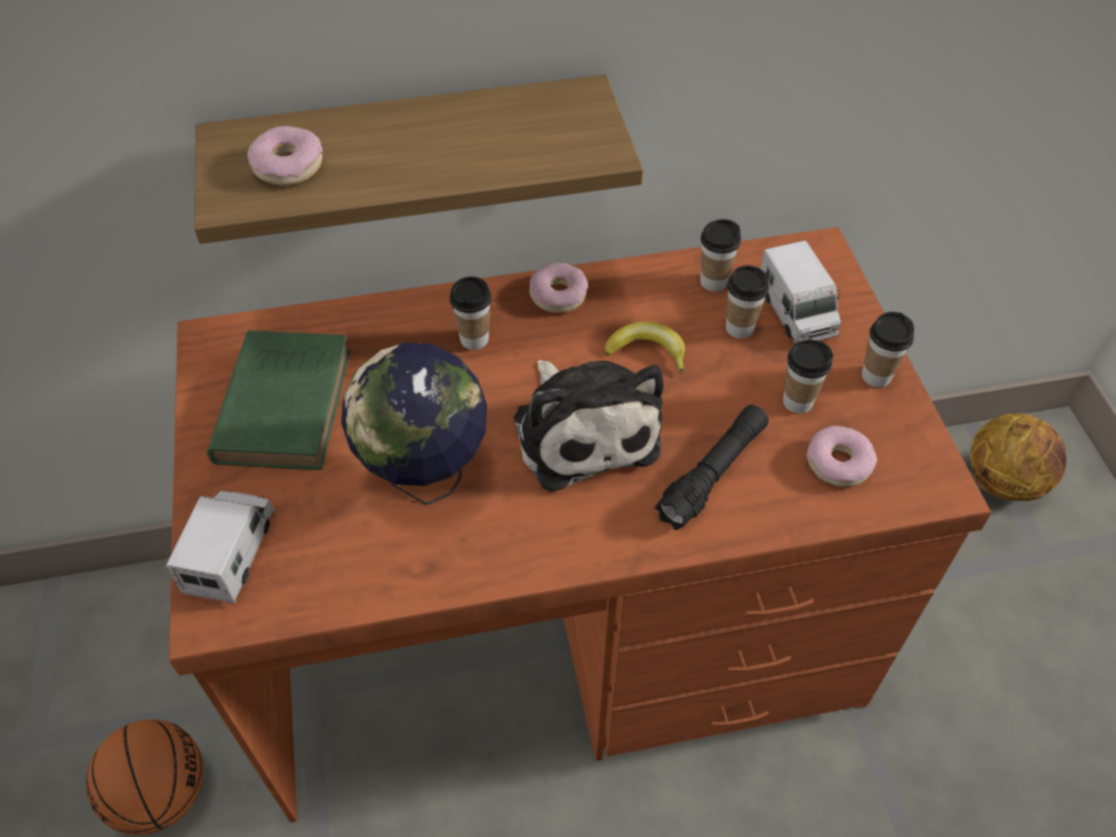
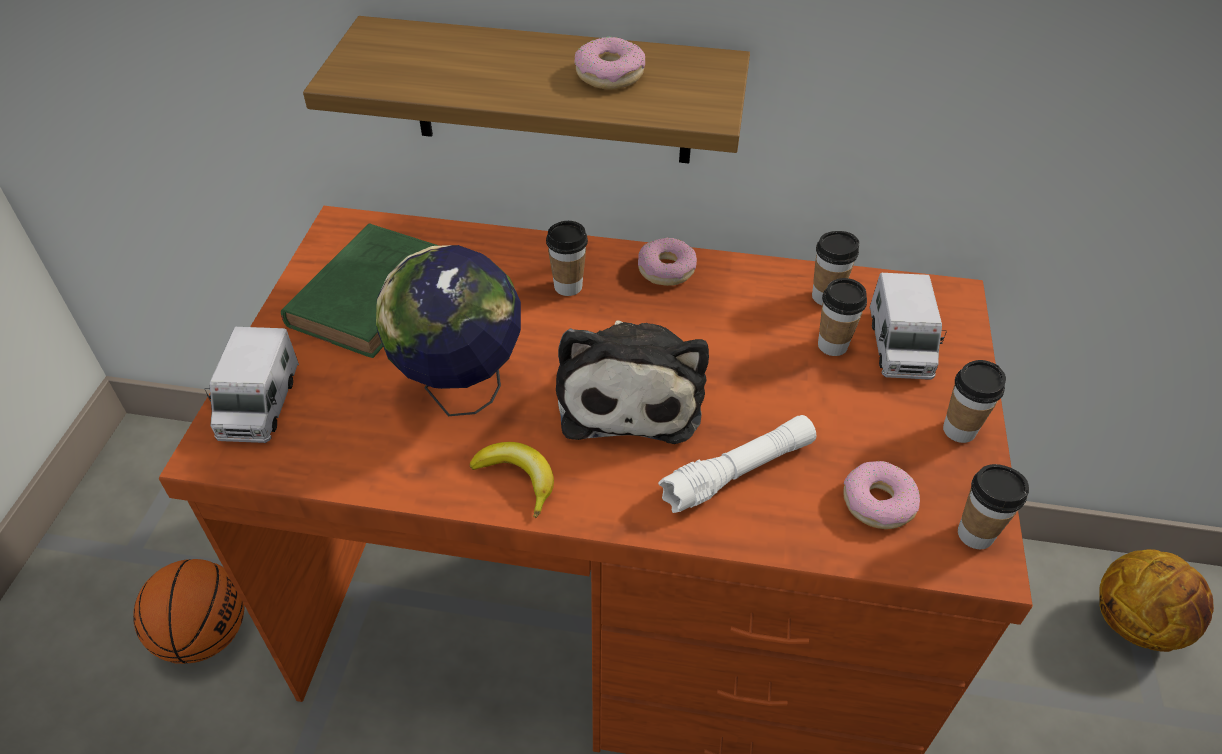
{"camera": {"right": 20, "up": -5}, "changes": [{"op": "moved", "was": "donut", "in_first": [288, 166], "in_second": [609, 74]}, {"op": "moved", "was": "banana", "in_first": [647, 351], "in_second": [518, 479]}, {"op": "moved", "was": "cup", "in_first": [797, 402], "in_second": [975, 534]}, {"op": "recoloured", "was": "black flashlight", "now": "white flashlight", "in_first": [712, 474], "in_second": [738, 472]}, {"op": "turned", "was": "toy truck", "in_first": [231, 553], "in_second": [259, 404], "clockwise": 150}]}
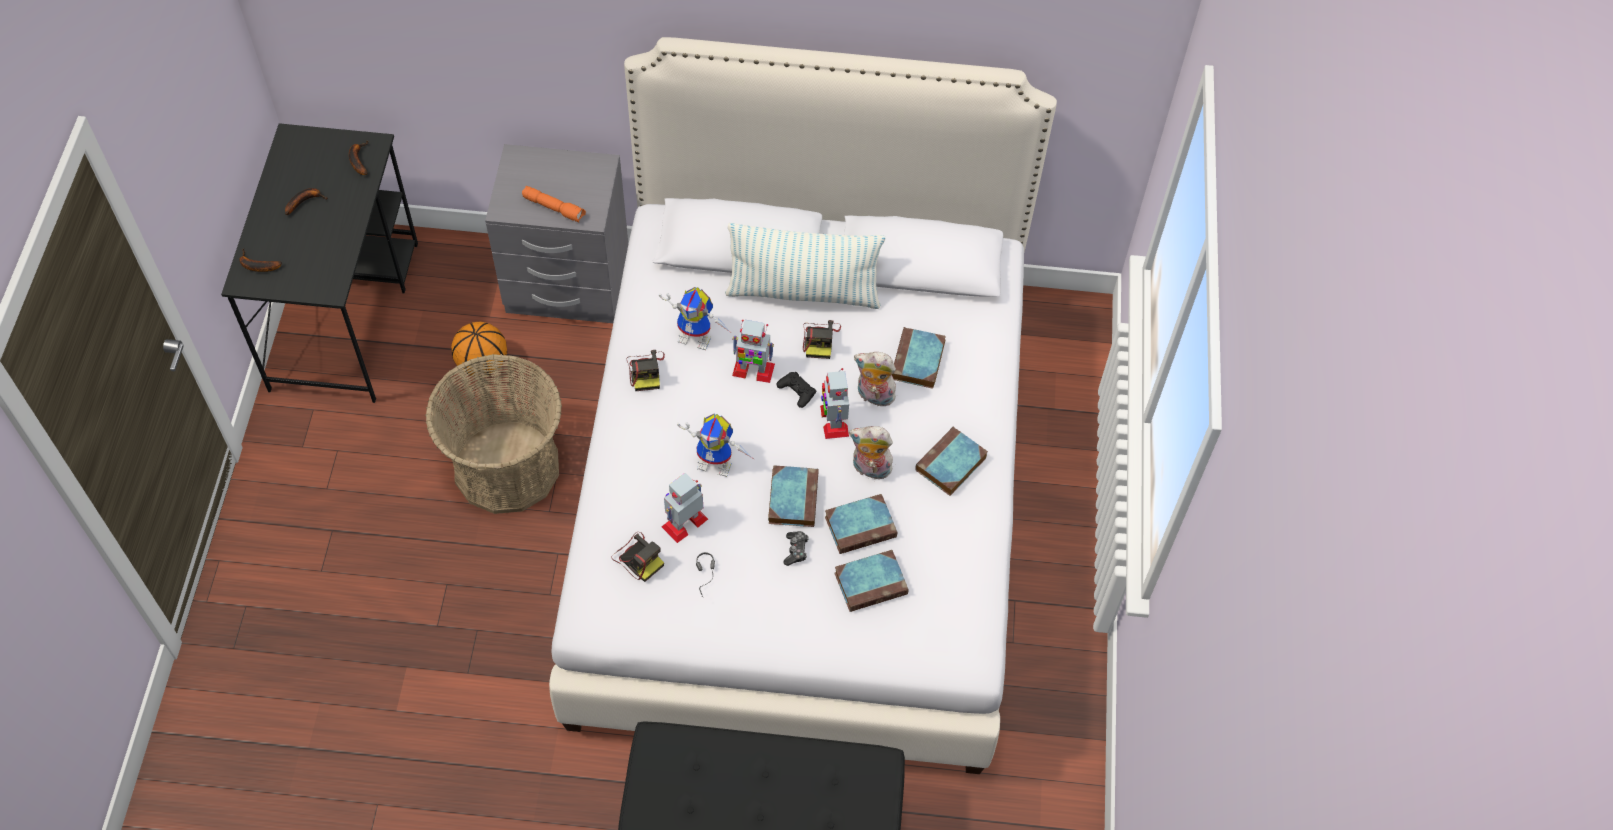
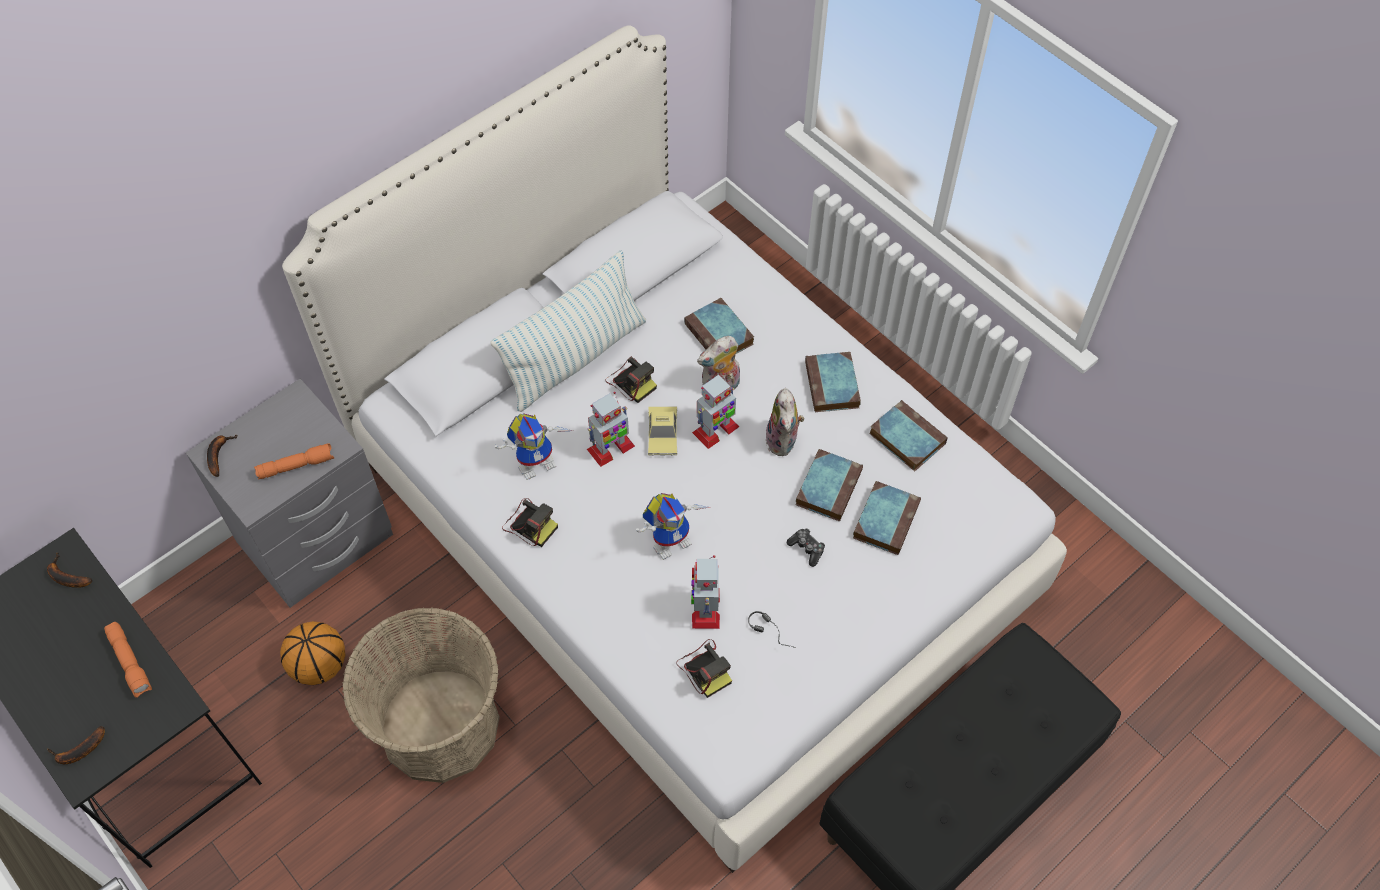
{"camera": {"right": -45, "up": 0}, "changes": [{"op": "added", "now": "orange flashlight", "in_second": [131, 662]}, {"op": "moved", "was": "banana", "in_first": [305, 201], "in_second": [218, 454]}, {"op": "moved", "was": "book", "in_first": [793, 497], "in_second": [905, 438]}, {"op": "replaced", "was": "black game controller", "now": "toy car", "in_first": [796, 391], "in_second": [662, 434]}, {"op": "turned", "was": "photo camera", "in_first": [638, 558], "in_second": [705, 669], "clockwise": 60}, {"op": "turned", "was": "toy robot", "in_first": [834, 420], "in_second": [715, 430], "clockwise": -75}, {"op": "turned", "was": "plush toy", "in_first": [870, 469], "in_second": [783, 441], "clockwise": -60}]}
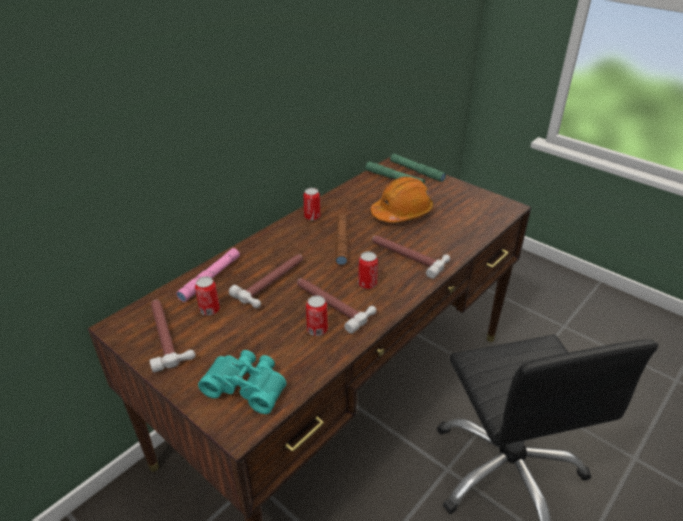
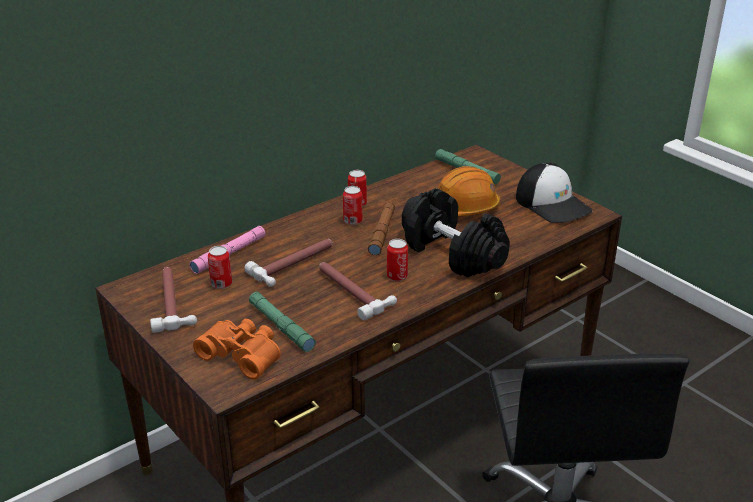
{"camera": {"right": 10, "up": -5}, "changes": [{"op": "added", "now": "cap", "in_second": [553, 204]}, {"op": "moved", "was": "can", "in_first": [317, 330], "in_second": [352, 221]}, {"op": "moved", "was": "green flashlight", "in_first": [416, 171], "in_second": [281, 326]}, {"op": "replaced", "was": "hammer", "now": "black dumbbell", "in_first": [407, 256], "in_second": [452, 253]}, {"op": "recoloured", "was": "turquoise binoculars", "now": "orange binoculars", "in_first": [247, 386], "in_second": [243, 354]}]}
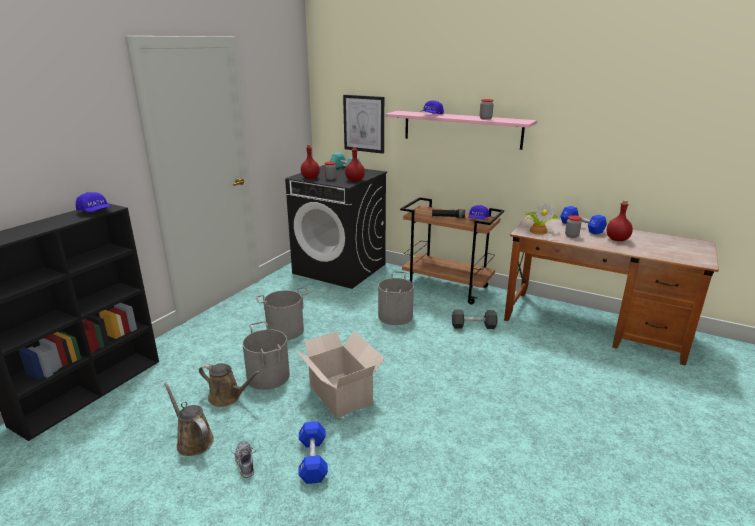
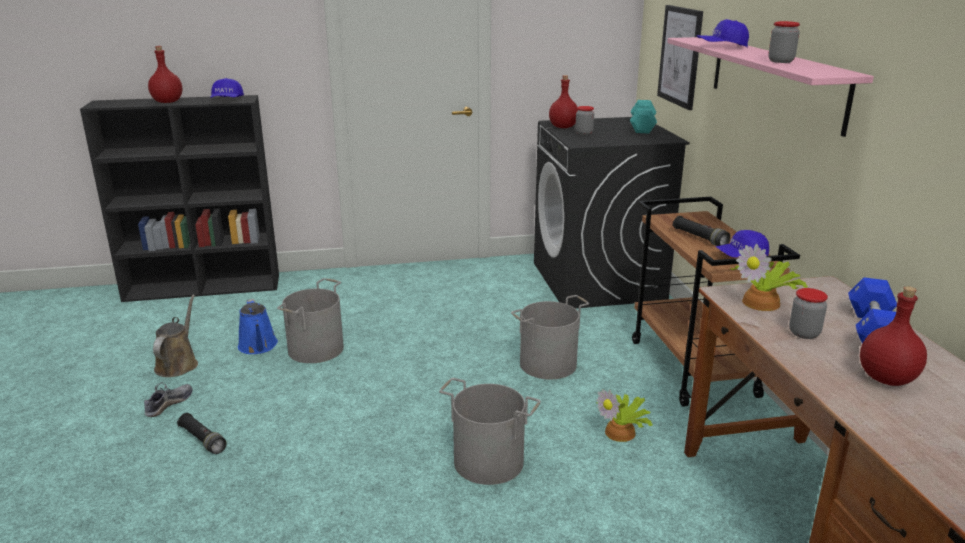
{"camera": {"right": 50, "up": 0}, "changes": [{"op": "removed", "was": "cardboard box", "in_first": [340, 393]}, {"op": "moved", "was": "grey bucket", "in_first": [285, 331], "in_second": [488, 462]}, {"op": "moved", "was": "red bottle", "in_first": [354, 180], "in_second": [167, 102]}, {"op": "replaced", "was": "blue dumbbell", "now": "black flashlight", "in_first": [313, 460], "in_second": [202, 440]}, {"op": "replaced", "was": "black dumbbell", "now": "potted plant", "in_first": [473, 326], "in_second": [622, 432]}, {"op": "recoloured", "was": "brown watering can", "now": "blue watering can", "in_first": [227, 397], "in_second": [258, 347]}]}
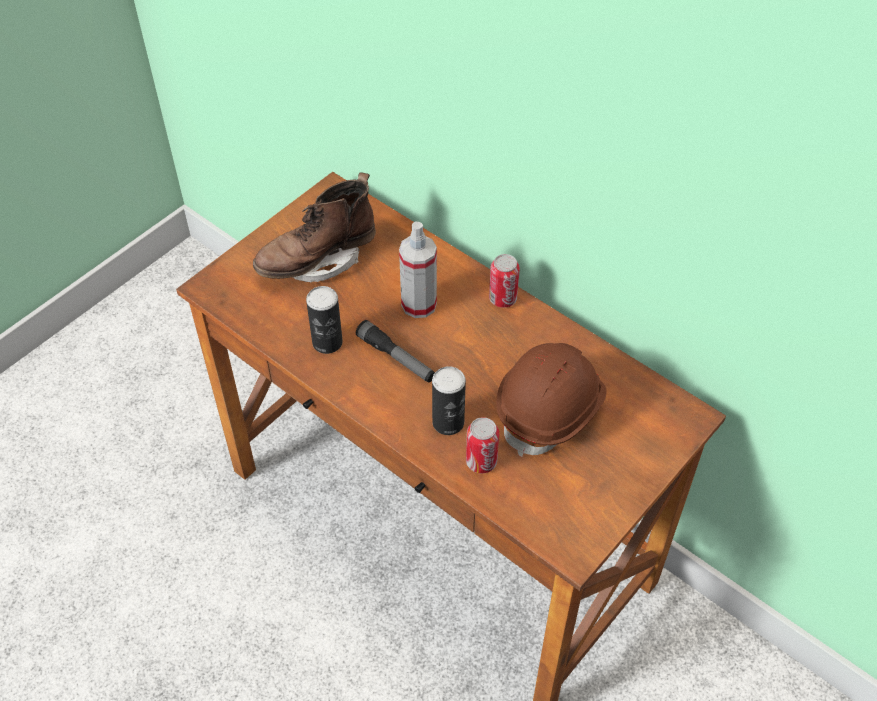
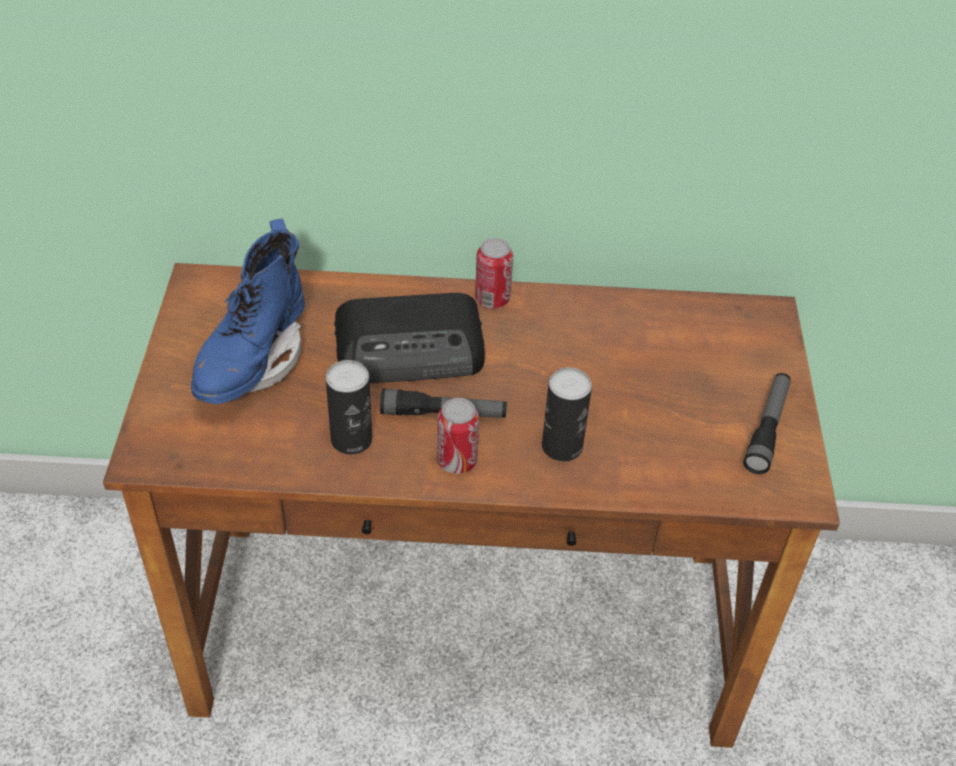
{"camera": {"right": -40, "up": -5}, "changes": [{"op": "removed", "was": "brown hard hat", "in_first": [551, 410]}, {"op": "added", "now": "flashlight", "in_second": [767, 428]}, {"op": "moved", "was": "can", "in_first": [481, 462], "in_second": [457, 461]}, {"op": "replaced", "was": "spray bottle", "now": "radio", "in_first": [419, 304], "in_second": [412, 348]}, {"op": "recoloured", "was": "brown boot", "now": "blue boot", "in_first": [318, 261], "in_second": [253, 361]}]}
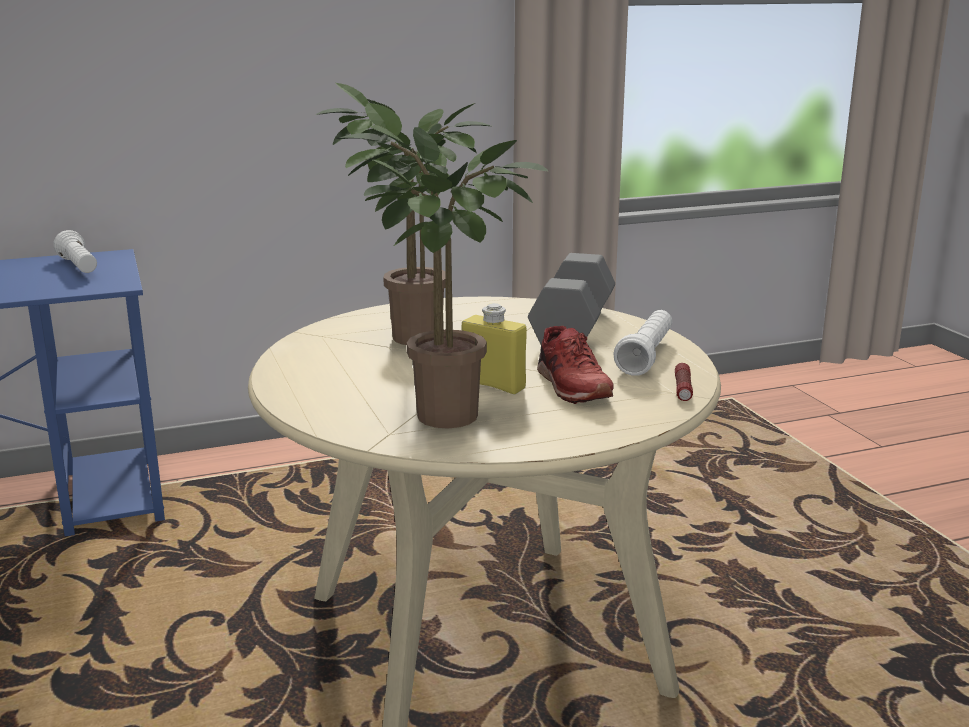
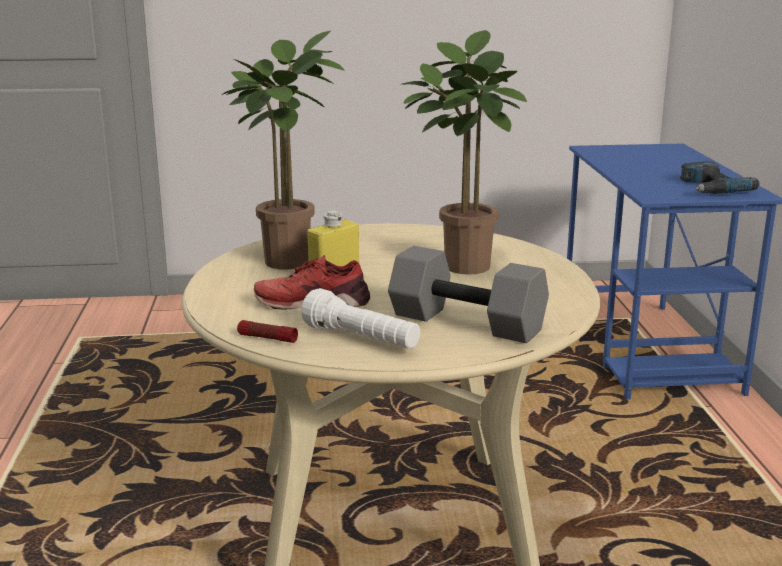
{"camera": {"right": 105, "up": 0}, "changes": [{"op": "replaced", "was": "white flashlight", "now": "power drill", "in_first": [79, 267], "in_second": [709, 187]}]}
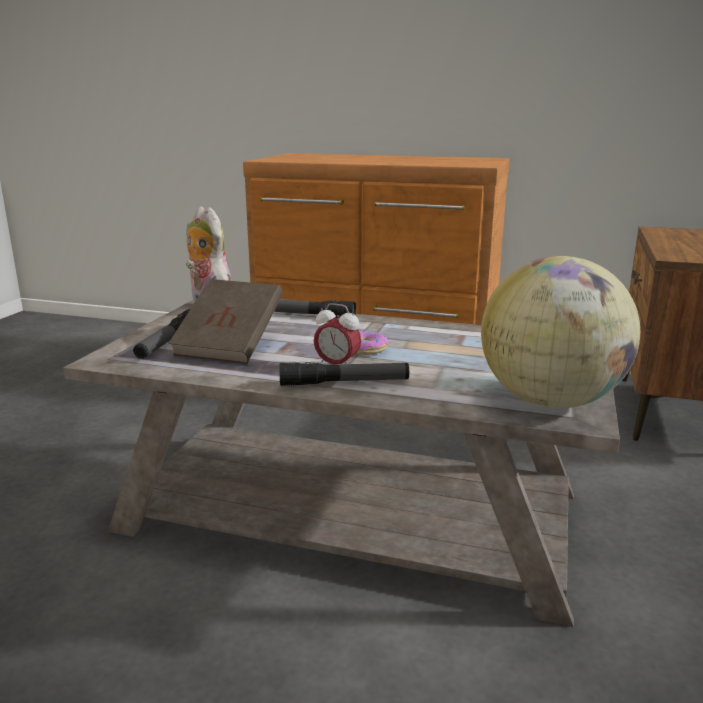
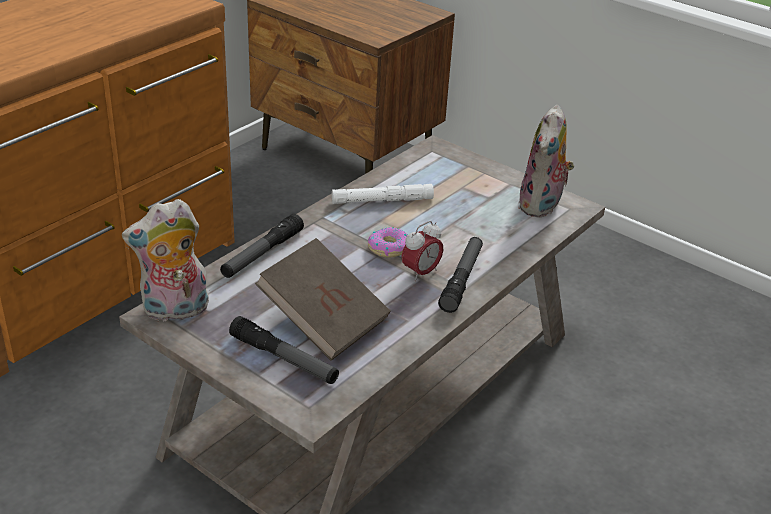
{"camera": {"right": -70, "up": 15}, "changes": [{"op": "added", "now": "white flashlight", "in_second": [382, 200]}, {"op": "replaced", "was": "globe", "now": "plush toy", "in_first": [551, 401], "in_second": [542, 206]}]}
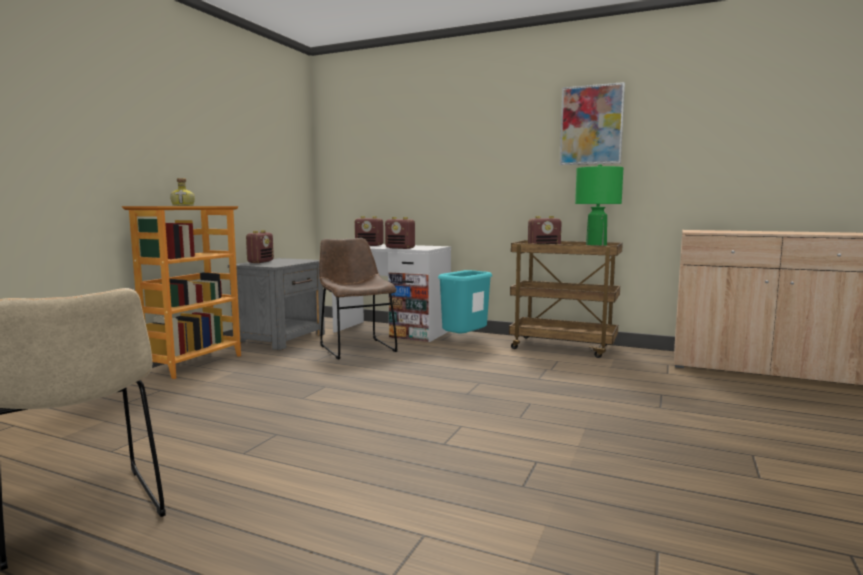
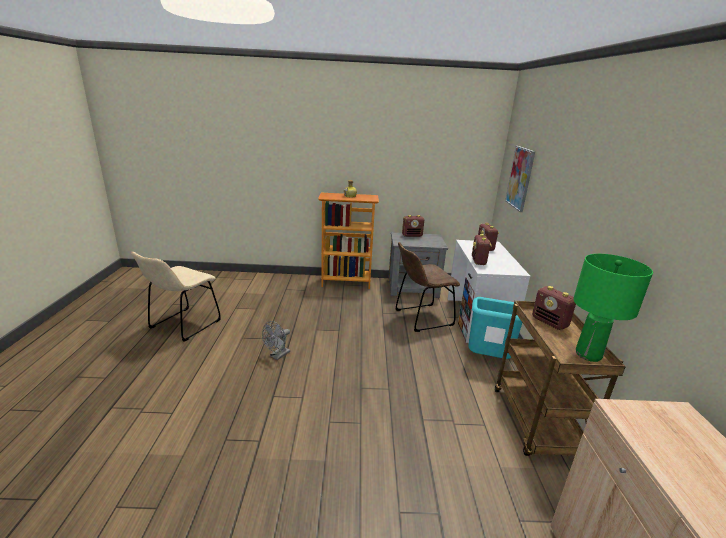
{"camera": {"right": 65, "up": 15}, "changes": [{"op": "added", "now": "grey fan", "in_second": [277, 356]}, {"op": "moved", "was": "picture", "in_first": [591, 125], "in_second": [520, 178]}, {"op": "turned", "was": "brown chair", "in_first": [356, 348], "in_second": [421, 318], "clockwise": -150}]}
